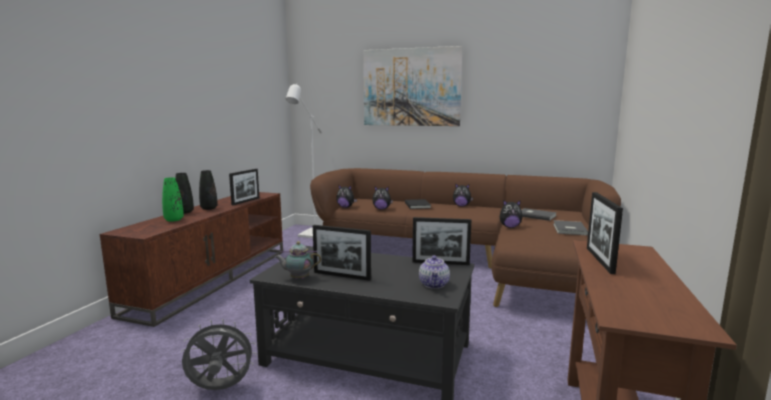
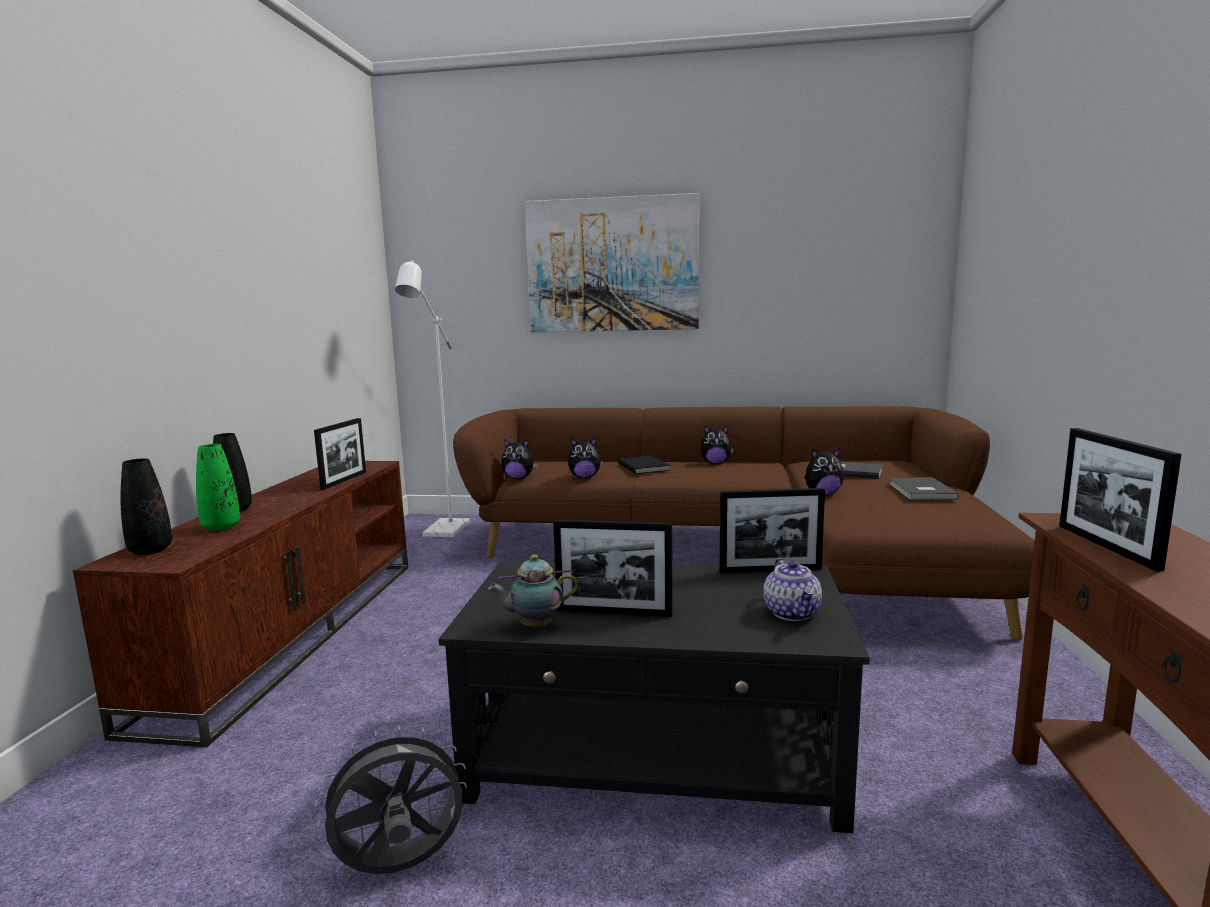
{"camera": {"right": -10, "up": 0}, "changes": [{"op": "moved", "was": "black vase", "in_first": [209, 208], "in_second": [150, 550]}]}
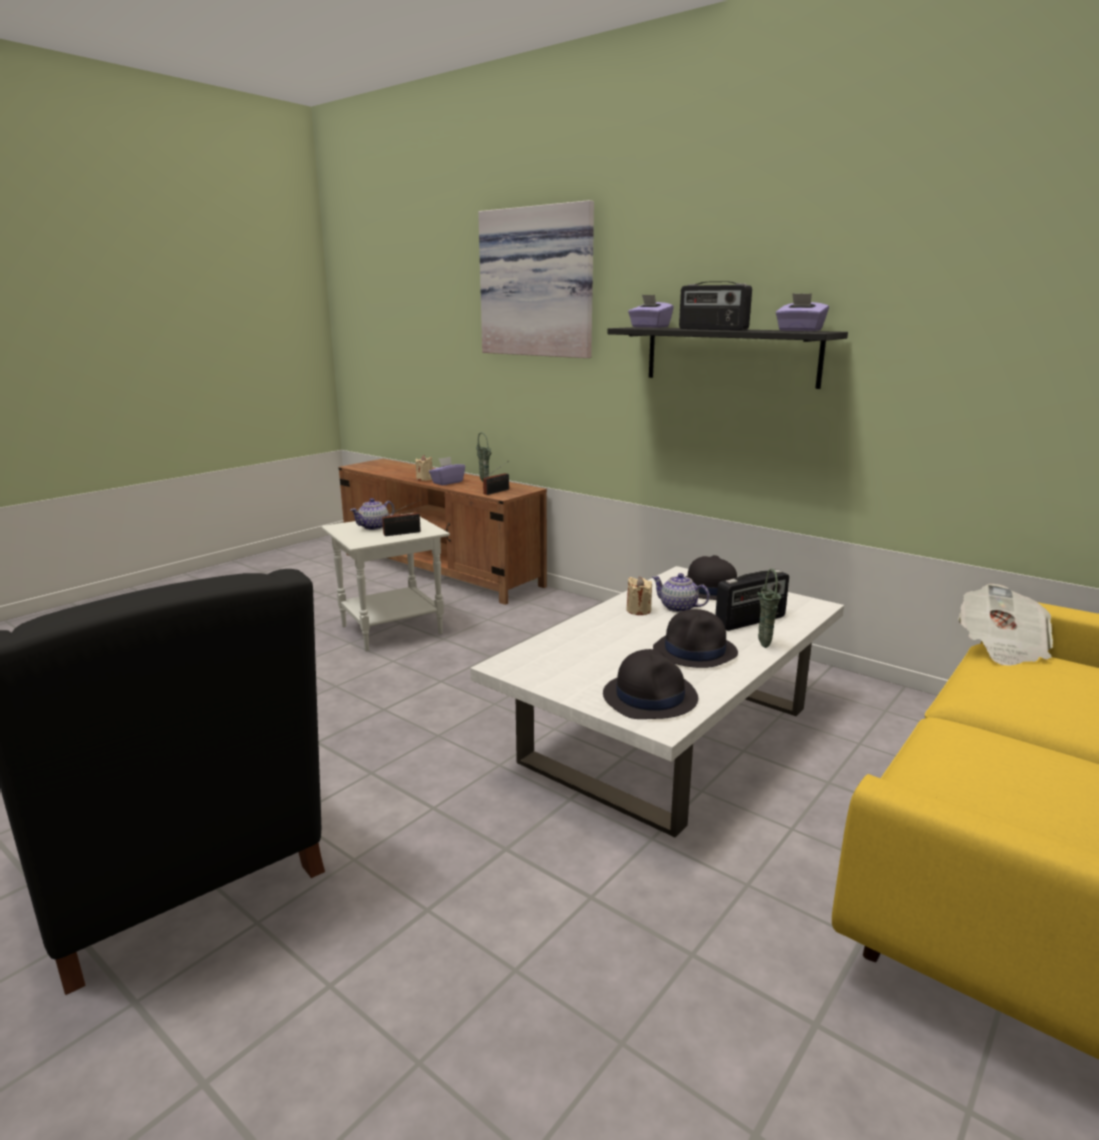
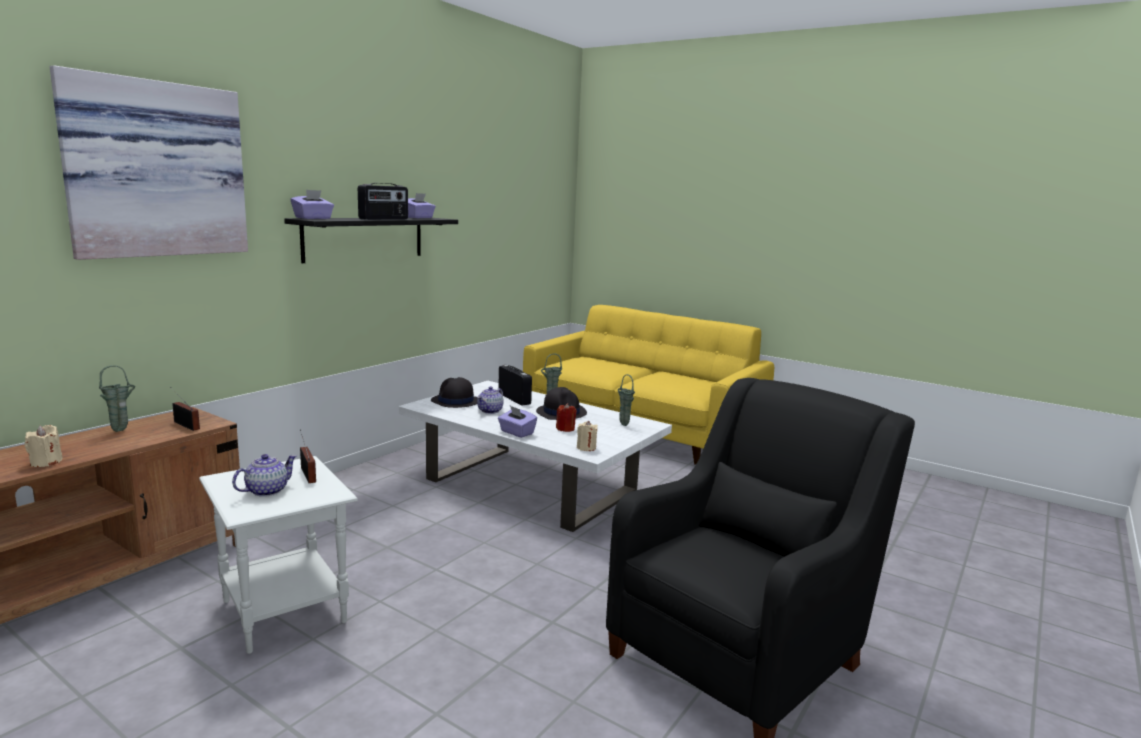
{"camera": {"right": -95, "up": -5}, "changes": [{"op": "removed", "was": "newspaper", "in_first": [1001, 647]}, {"op": "added", "now": "red candle", "in_second": [565, 429]}, {"op": "moved", "was": "purple tissue box", "in_first": [447, 482], "in_second": [516, 433]}, {"op": "moved", "was": "beige candle", "in_first": [638, 610], "in_second": [586, 448]}, {"op": "replaced", "was": "black hat", "now": "green vase", "in_first": [650, 696], "in_second": [623, 424]}, {"op": "turned", "was": "teapot", "in_first": [374, 527], "in_second": [266, 491], "clockwise": -90}]}
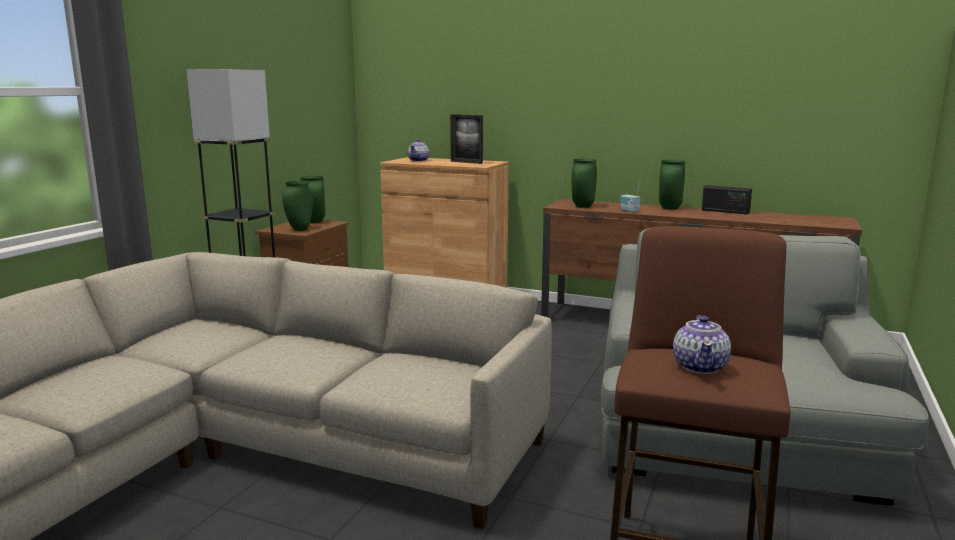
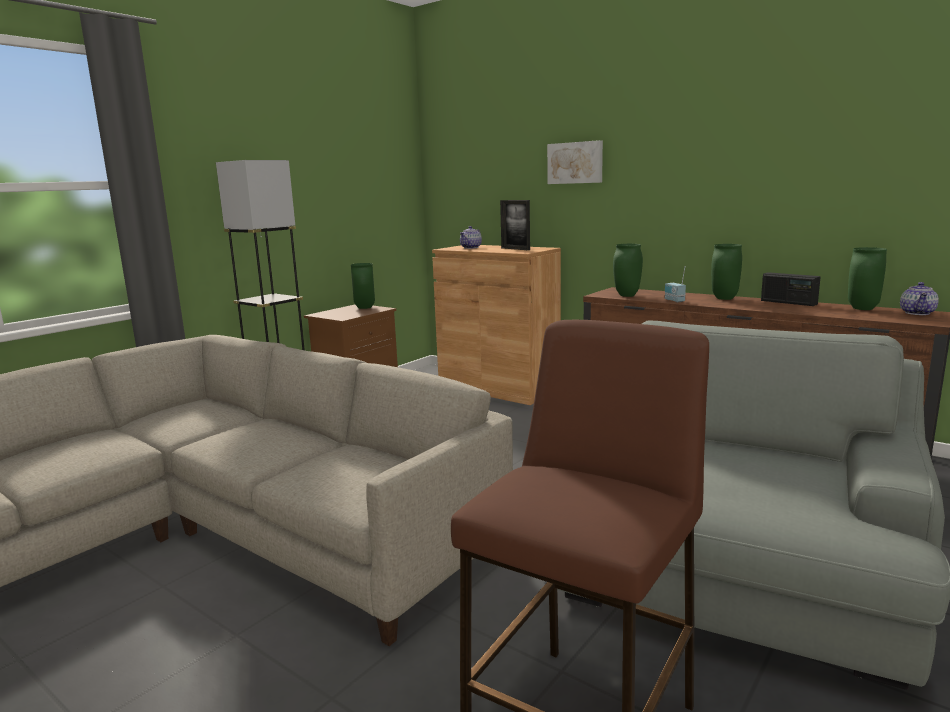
{"camera": {"right": 15, "up": 0}, "changes": [{"op": "added", "now": "picture", "in_second": [575, 163]}, {"op": "moved", "was": "green vase", "in_first": [299, 229], "in_second": [861, 308]}, {"op": "moved", "was": "teapot", "in_first": [700, 366], "in_second": [917, 313]}]}
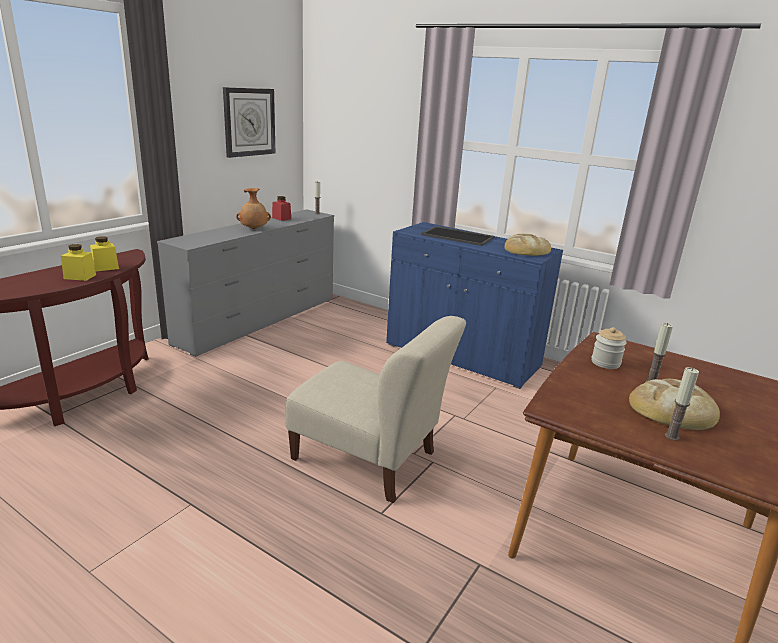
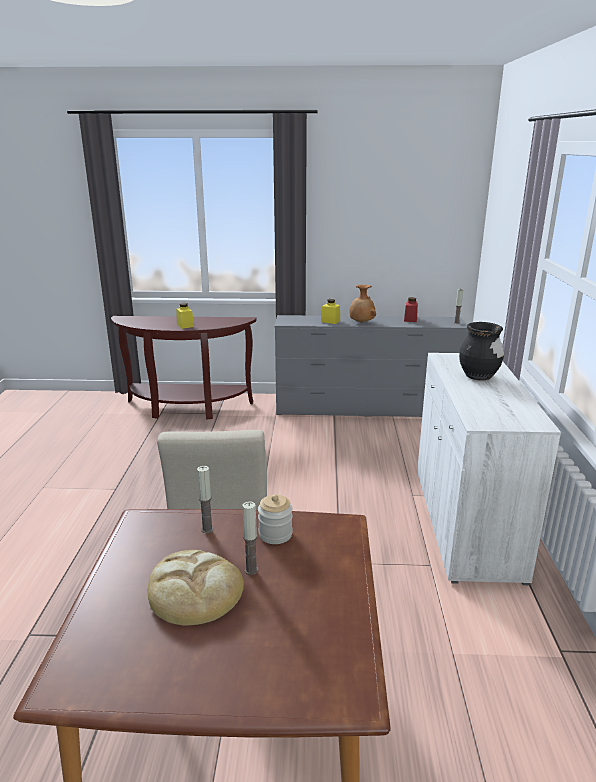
{"camera": {"right": 60, "up": 0}, "changes": [{"op": "removed", "was": "wall clock", "in_first": [249, 122]}, {"op": "removed", "was": "bread", "in_first": [526, 249]}, {"op": "moved", "was": "yellow jar", "in_first": [105, 267], "in_second": [330, 321]}, {"op": "moved", "was": "candle", "in_first": [671, 436], "in_second": [207, 529]}, {"op": "replaced", "was": "tray", "now": "black vase", "in_first": [459, 236], "in_second": [478, 376]}, {"op": "recoloured", "was": "blue cabinet", "now": "white cabinet", "in_first": [461, 356], "in_second": [465, 522]}]}
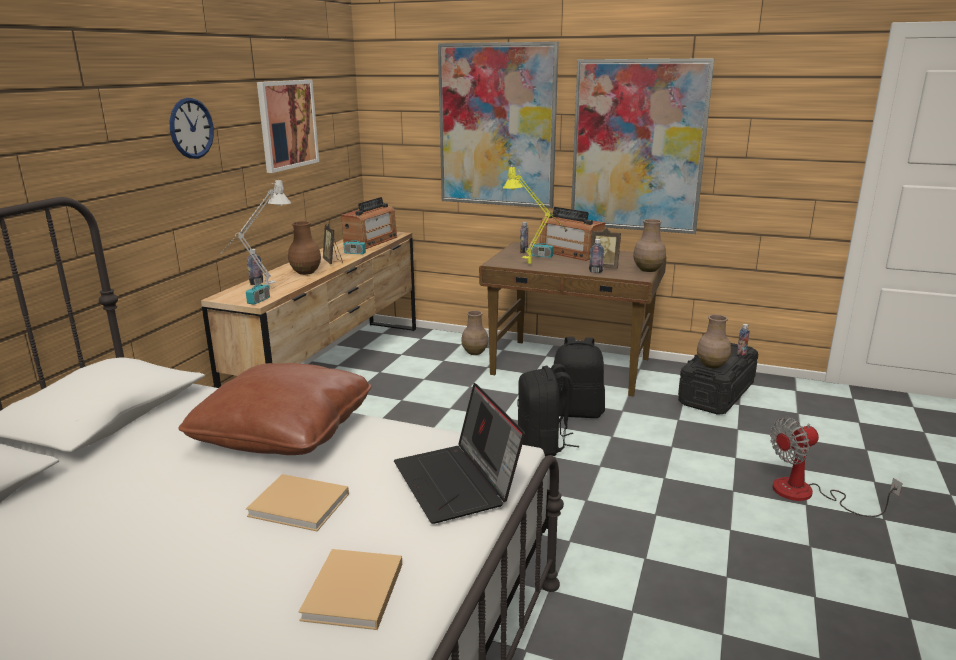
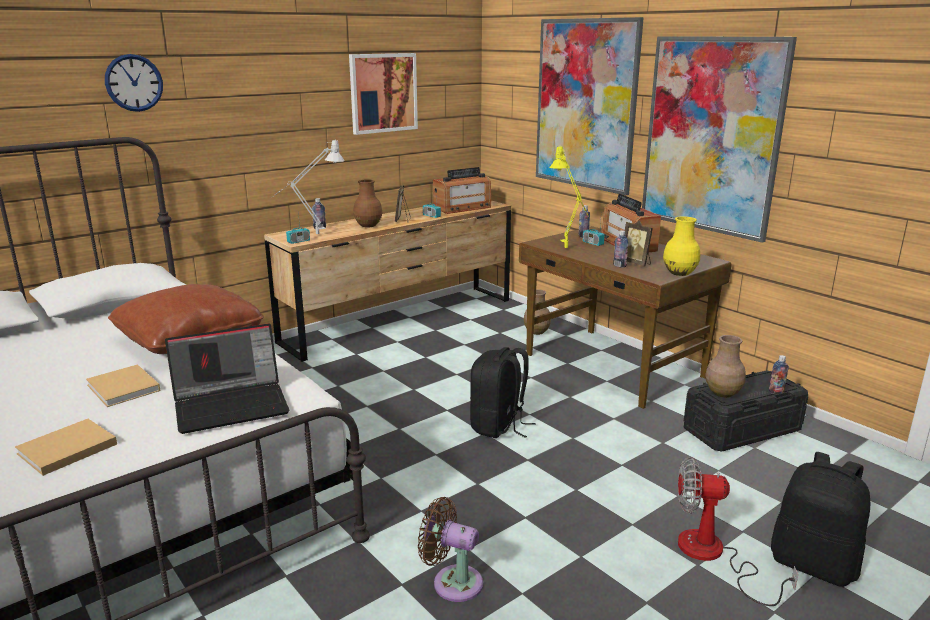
{"camera": {"right": 30, "up": 0}, "changes": [{"op": "added", "now": "brown fan", "in_second": [452, 582]}, {"op": "moved", "was": "wall clock", "in_first": [191, 128], "in_second": [134, 83]}, {"op": "moved", "was": "black backpack", "in_first": [577, 412], "in_second": [814, 564]}, {"op": "recoloured", "was": "brown vase", "now": "yellow vase", "in_first": [647, 269], "in_second": [679, 273]}, {"op": "turned", "was": "laptop", "in_first": [458, 483], "in_second": [232, 405], "clockwise": -120}]}
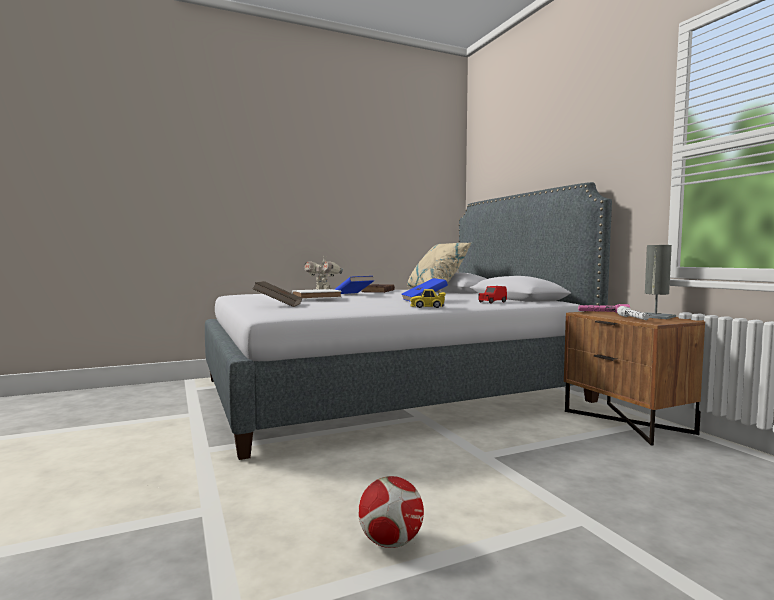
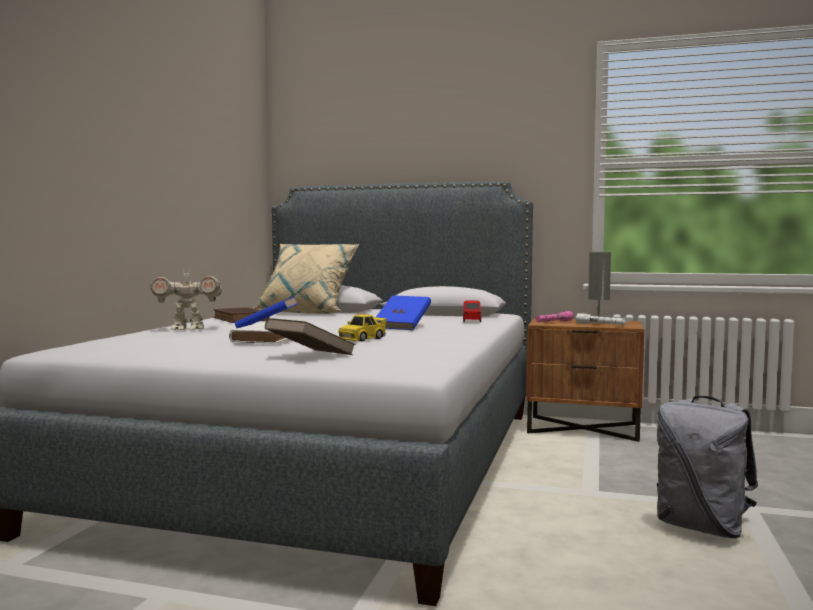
{"camera": {"right": -50, "up": 0}, "changes": [{"op": "removed", "was": "football", "in_first": [390, 542]}, {"op": "added", "now": "grey backpack", "in_second": [702, 527]}, {"op": "moved", "was": "yellow toy car", "in_first": [427, 307], "in_second": [362, 339]}]}
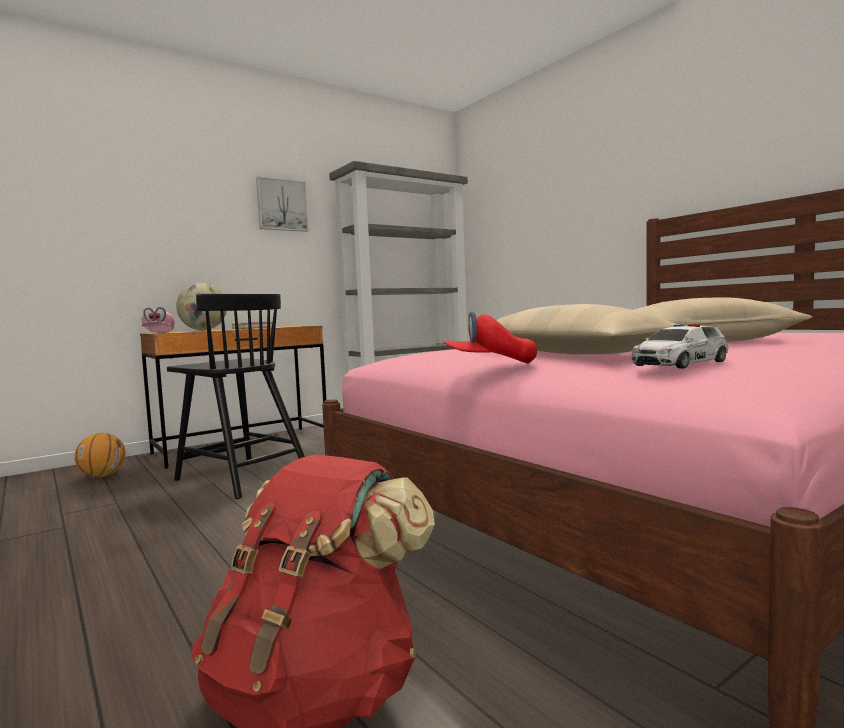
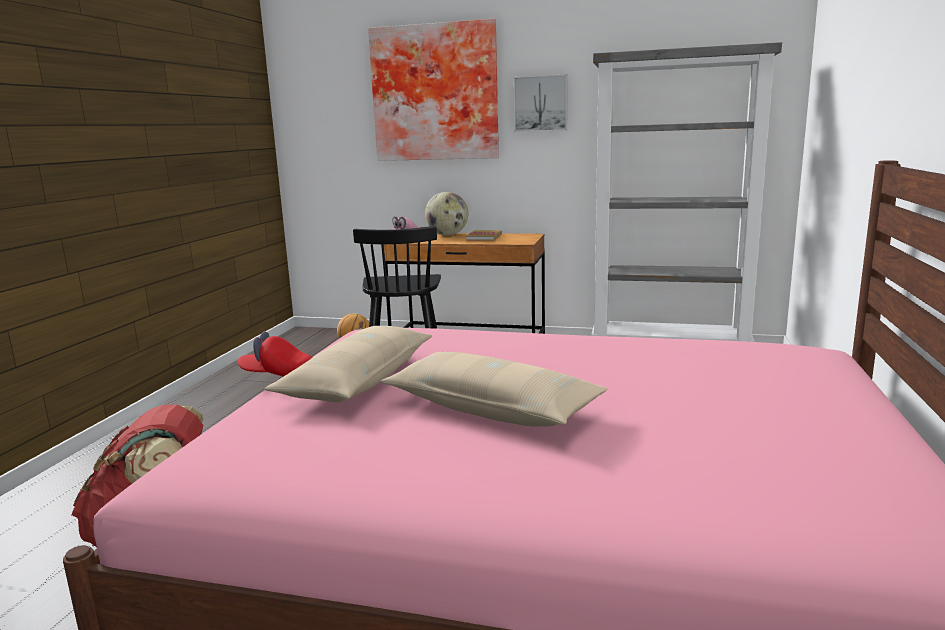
{"camera": {"right": 50, "up": 10}, "changes": [{"op": "removed", "was": "toy car", "in_first": [679, 363]}, {"op": "added", "now": "picture", "in_second": [435, 93]}, {"op": "turned", "was": "red cap", "in_first": [490, 364], "in_second": [278, 376], "clockwise": -45}]}
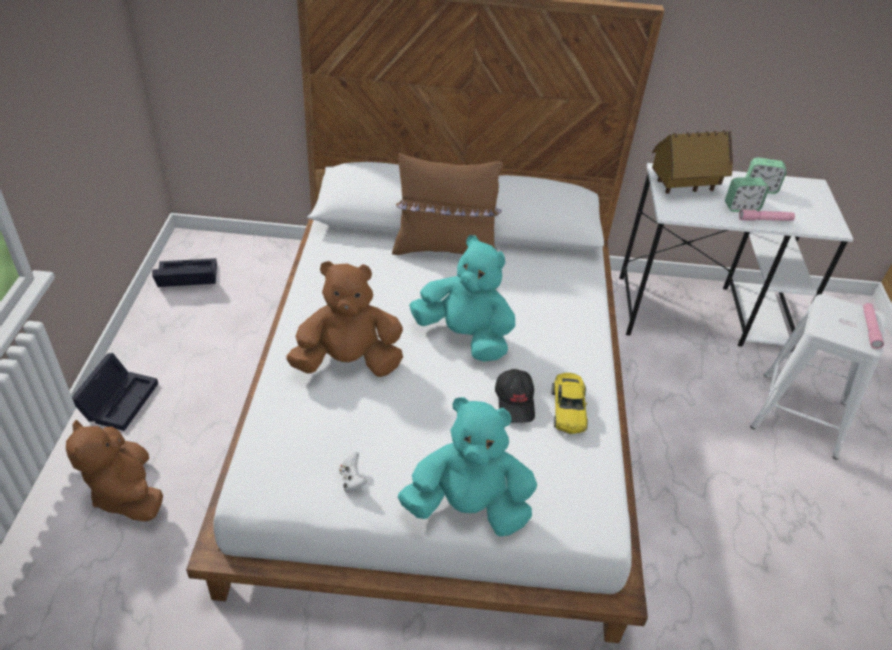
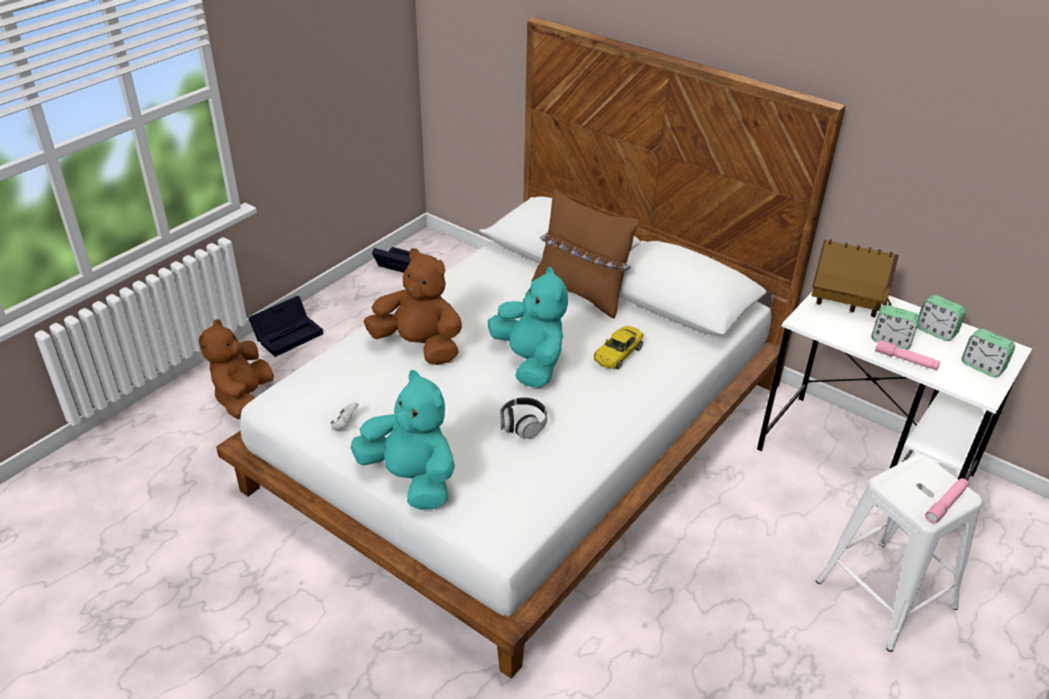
{"camera": {"right": 35, "up": -5}, "changes": [{"op": "added", "now": "alarm clock", "in_second": [982, 367]}, {"op": "moved", "was": "yellow toy car", "in_first": [568, 409], "in_second": [618, 353]}, {"op": "replaced", "was": "black cap", "now": "headphones", "in_first": [515, 402], "in_second": [523, 425]}]}
